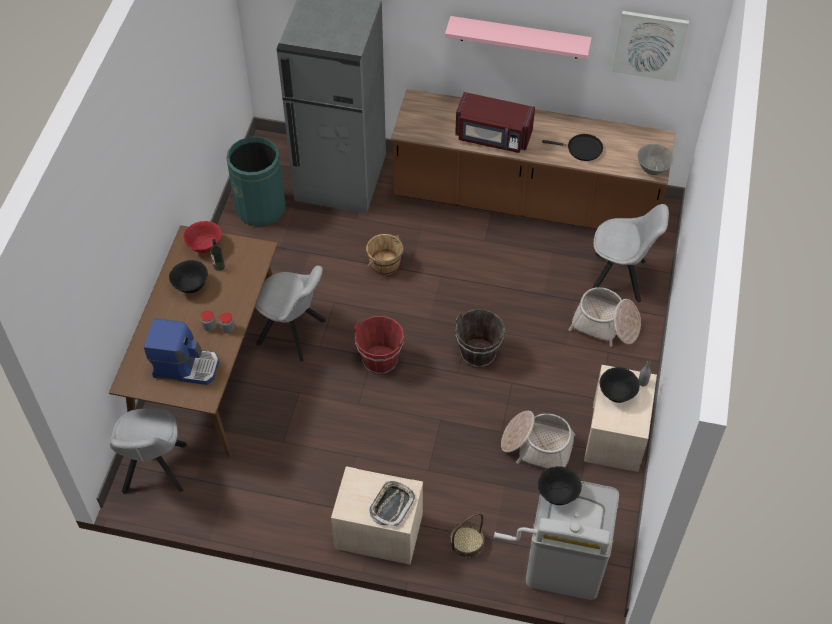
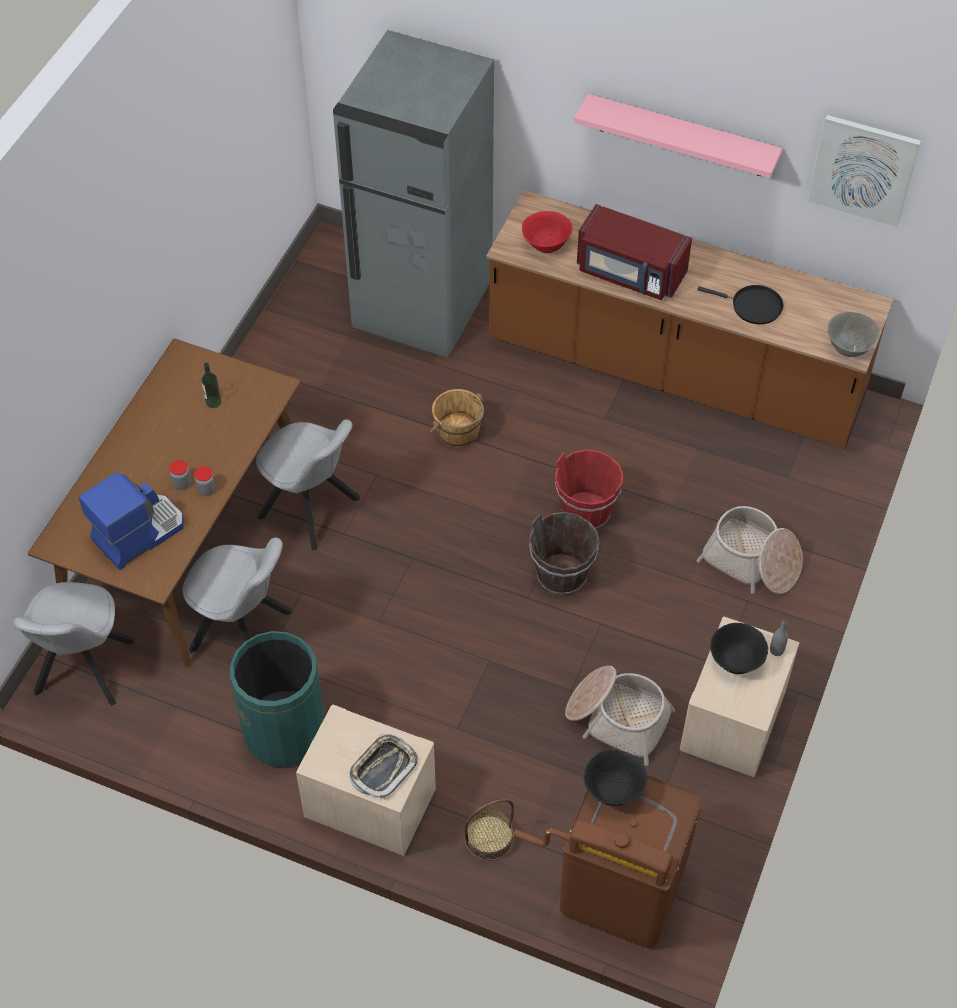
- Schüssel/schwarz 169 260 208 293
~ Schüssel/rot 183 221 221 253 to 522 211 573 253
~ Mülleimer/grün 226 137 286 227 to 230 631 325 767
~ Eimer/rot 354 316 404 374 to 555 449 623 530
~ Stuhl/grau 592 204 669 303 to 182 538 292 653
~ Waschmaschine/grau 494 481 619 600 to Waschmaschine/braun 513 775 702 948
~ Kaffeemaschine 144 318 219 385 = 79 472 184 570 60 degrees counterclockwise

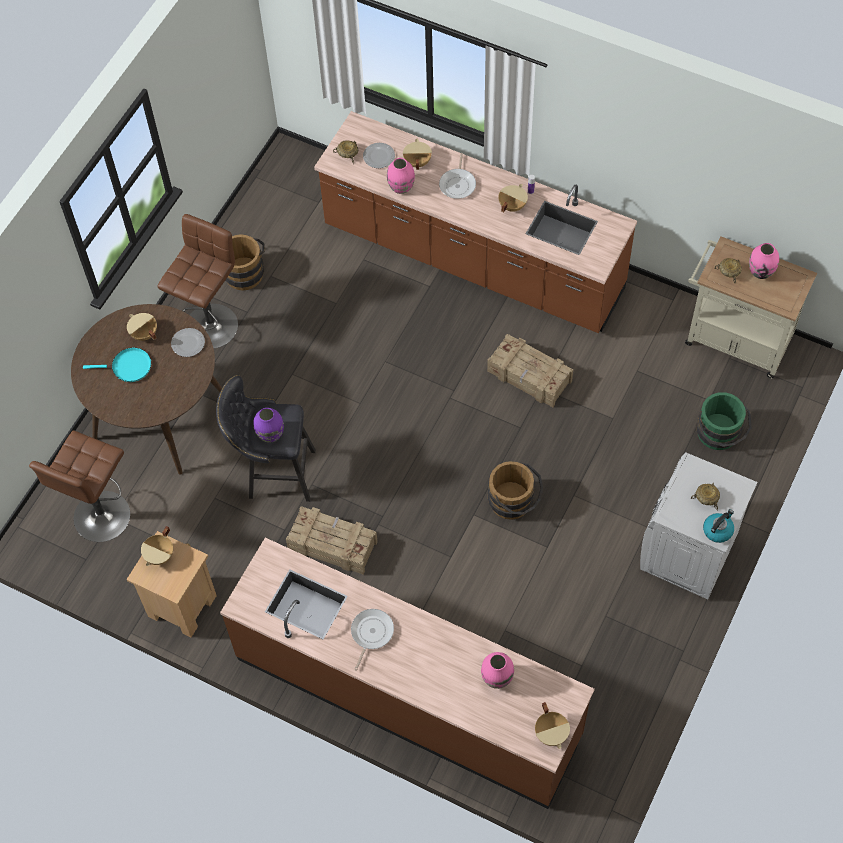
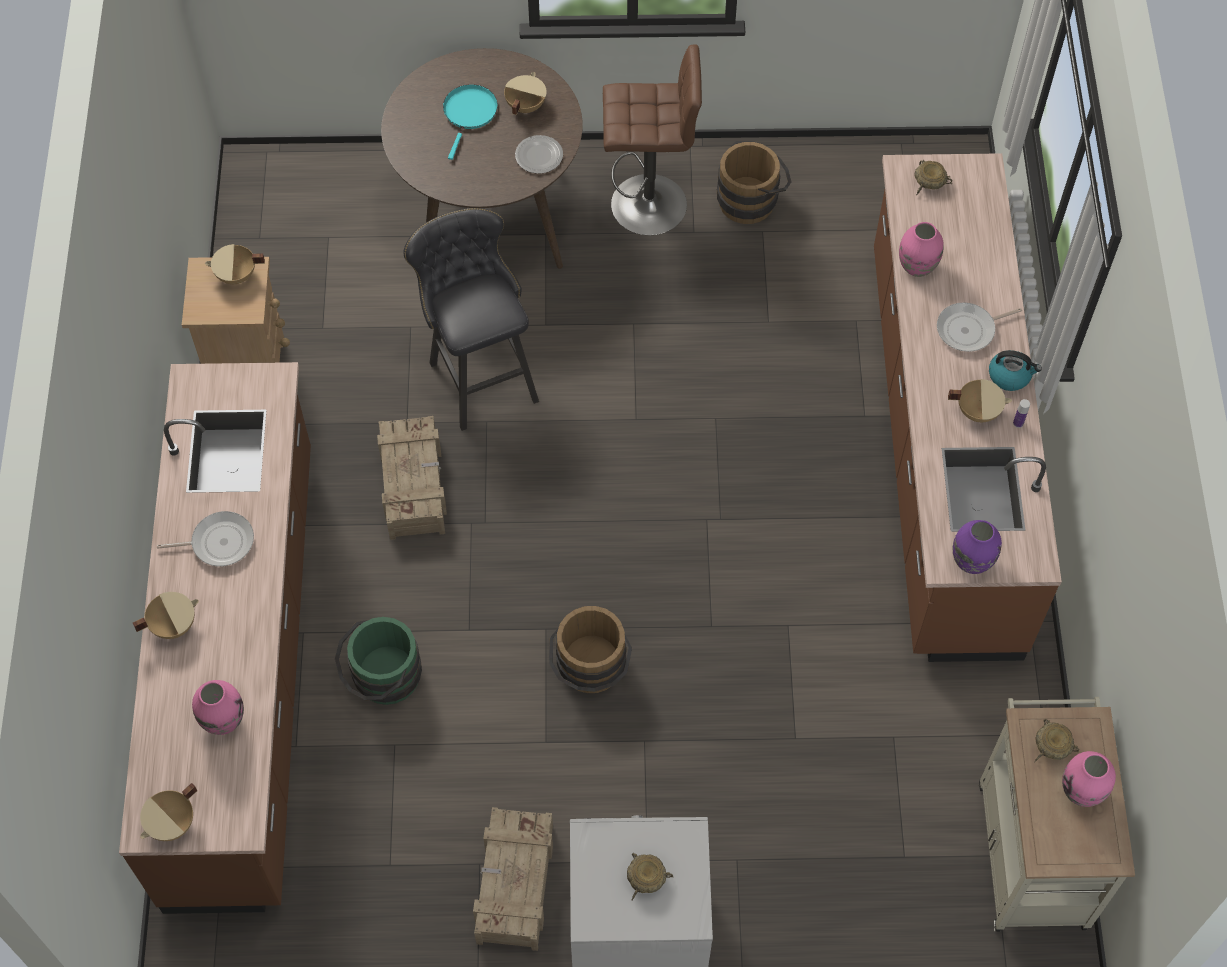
- Hocker/braun 29 430 130 542
- Teller 363 143 395 168
~ Vase/lila 253 408 284 443 to 952 520 1002 574
~ Kochtopf/beige 403 139 432 170 to 133 592 199 639
~ Kiste 487 334 573 408 to 473 807 553 951
~ Eimer/grün 696 392 751 450 to 335 617 422 705
~ Wasserkessel 703 509 734 543 to 989 350 1042 391
~ Pfanne/türkis 83 348 151 382 = 443 84 498 160 135 degrees counterclockwise

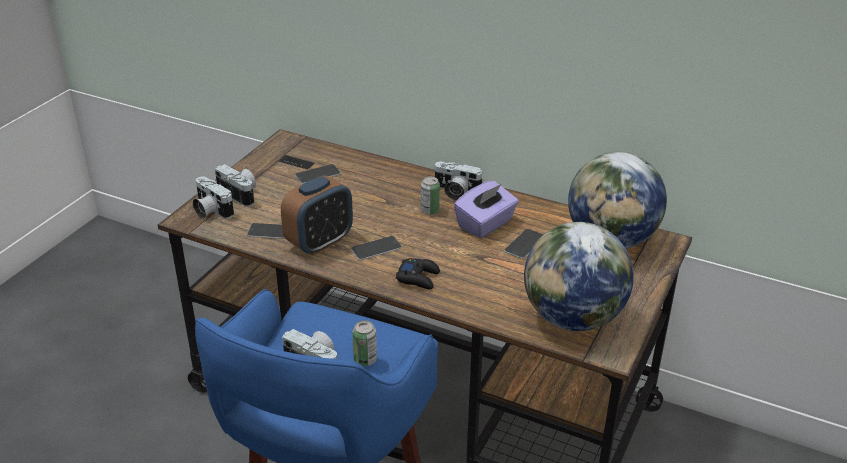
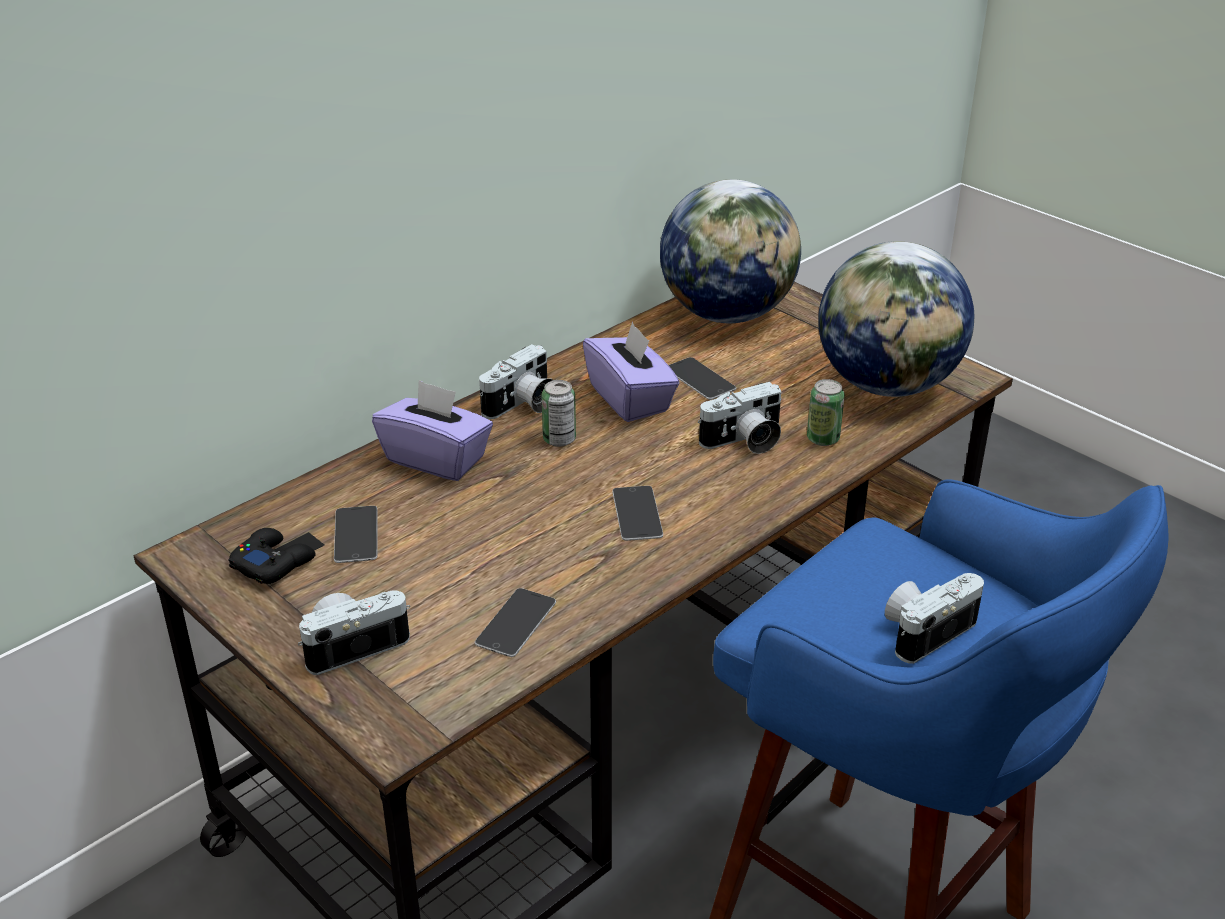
- Wecker 281 175 353 255
+ Taschentuchbox/lila 372 380 493 481
~ Kamera 193 176 234 219 to 698 382 782 454
~ Dose 352 320 377 366 to 807 379 845 446
~ Gamepad/schwarz 396 258 440 289 to 228 528 316 584

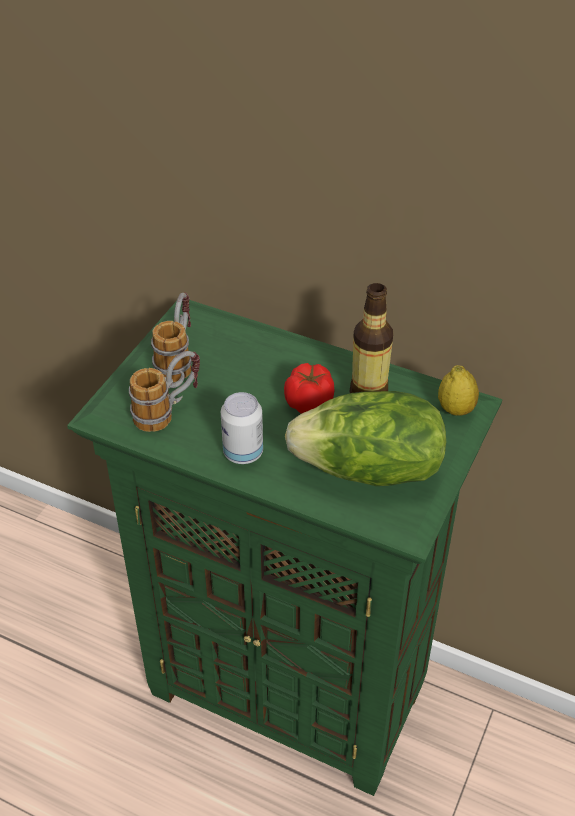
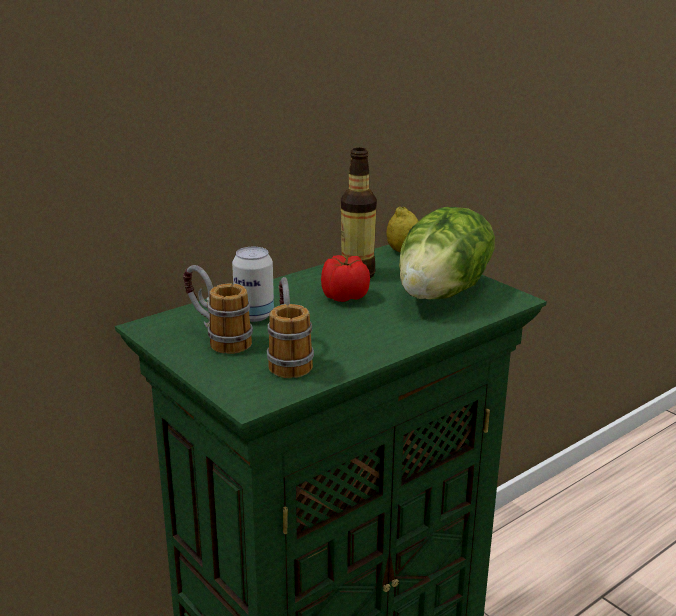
~ Dose 221 392 263 464 to 232 247 274 322

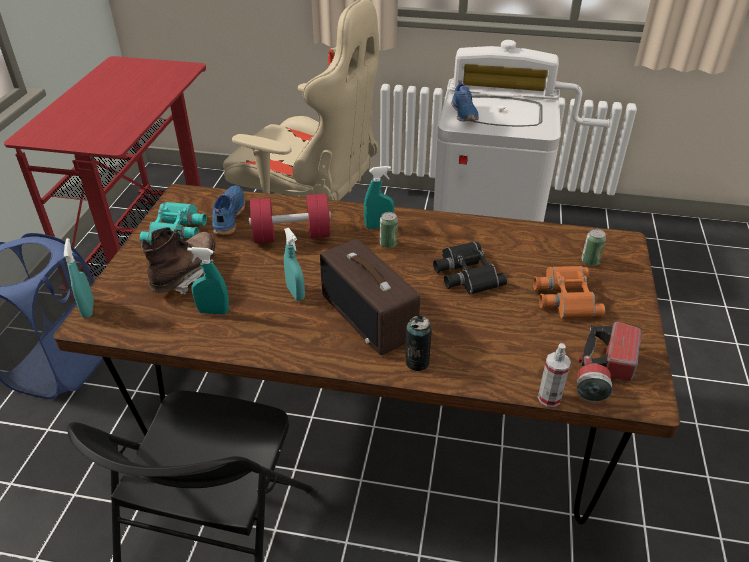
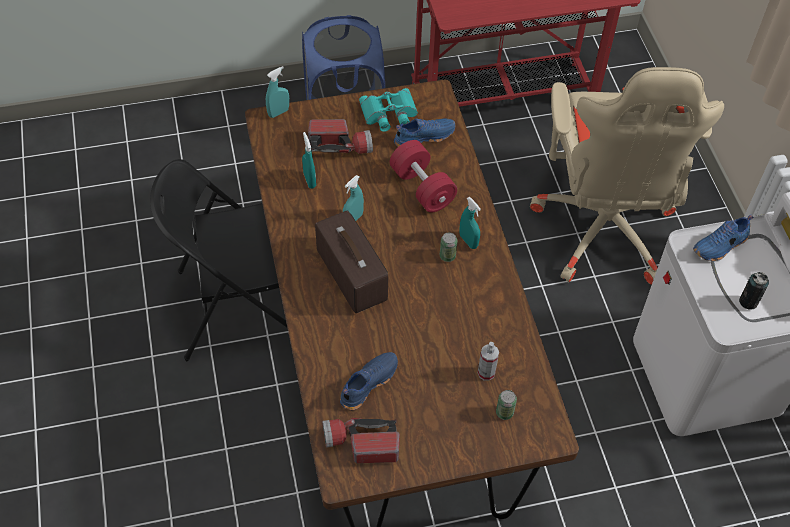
- Fernglas/schwarz 433 242 507 295
- Fernglas/orange 533 266 605 319
+ Schuh/blau 340 352 398 410
~ Dose 405 316 432 371 to 739 272 769 310
~ Sprühflasche 538 343 571 407 to 478 342 499 381
~ Stiefel/braun 141 227 215 295 to Taschenlampe 308 119 373 154
~ Radio 320 239 420 355 = 315 211 388 313 120 degrees clockwise

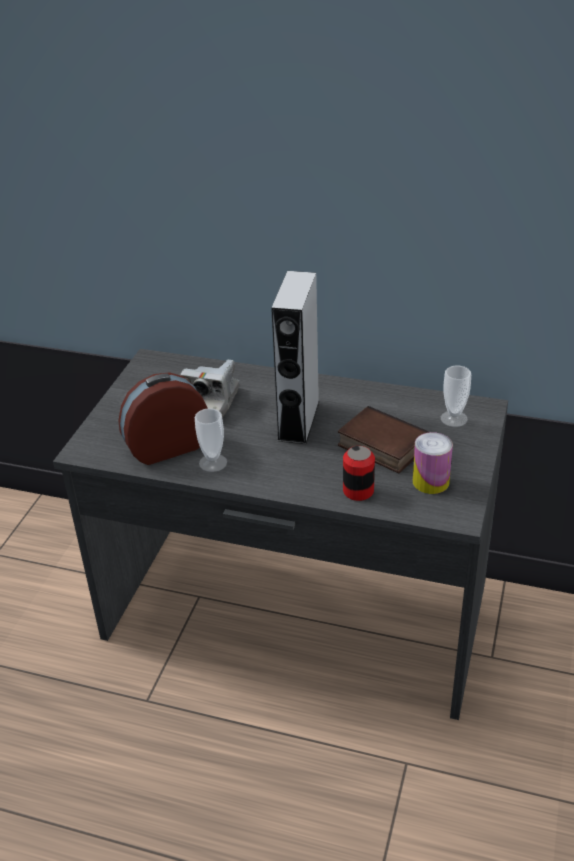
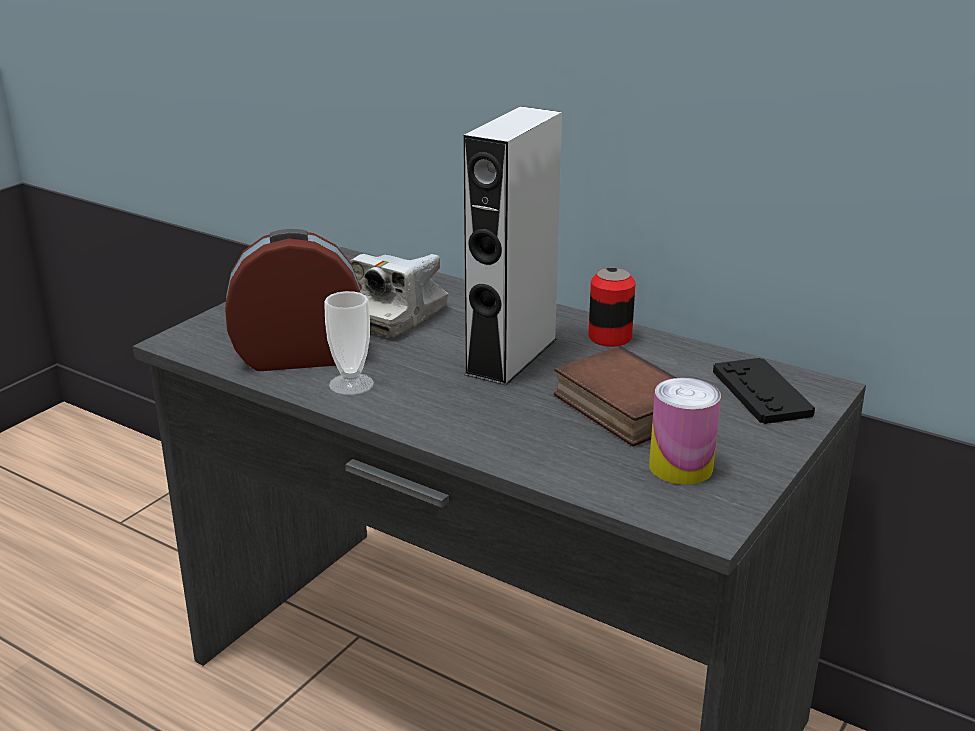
~ Dose 343 446 375 501 to 588 268 636 347
~ Tasse 441 366 471 427 to Gamepad/schwarz 713 358 815 424

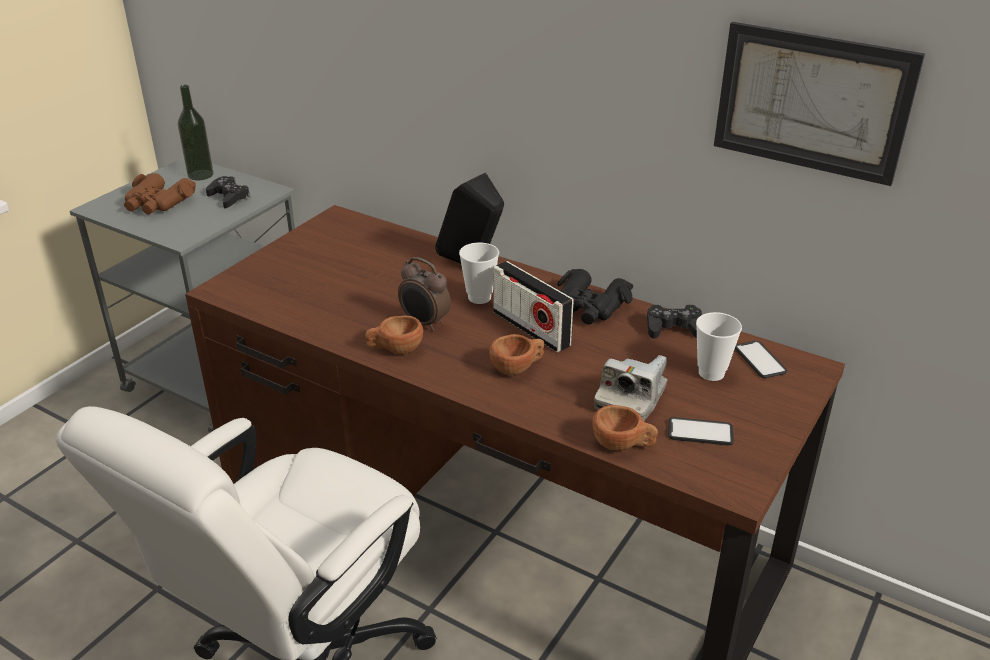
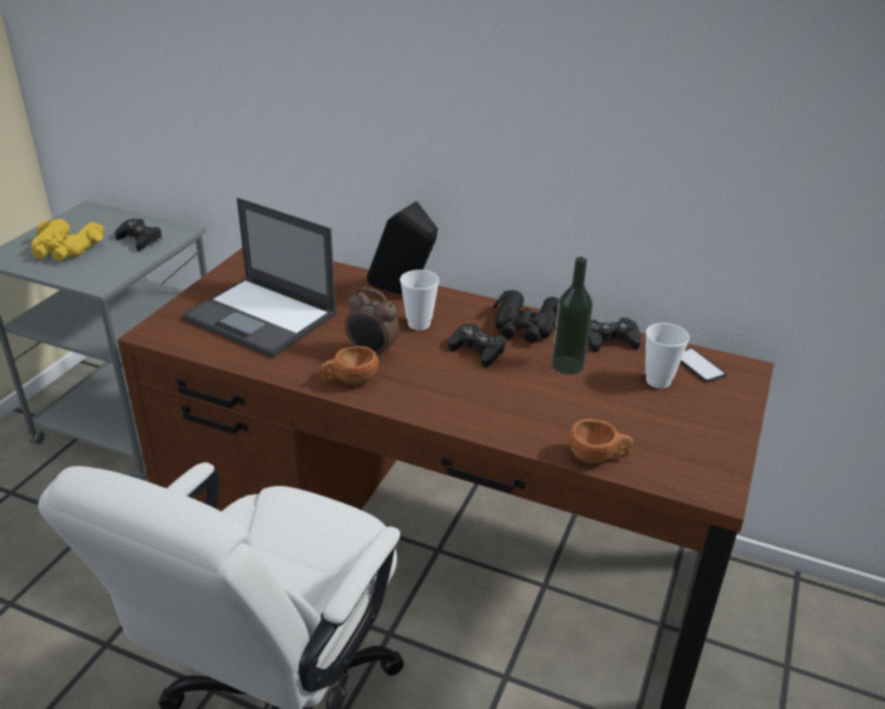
- Tasse/braun 489 334 544 375
- Kamera 594 355 667 421
- Handy 668 417 734 445
- Bild 714 22 925 186
+ Laptop 182 198 337 358
~ Flasche 178 85 213 180 to 552 257 593 374
~ Radio 493 261 574 352 to Gamepad/schwarz 448 324 506 367
~ Fernglas/braun 124 173 196 215 to Fernglas/gelb 31 219 104 261

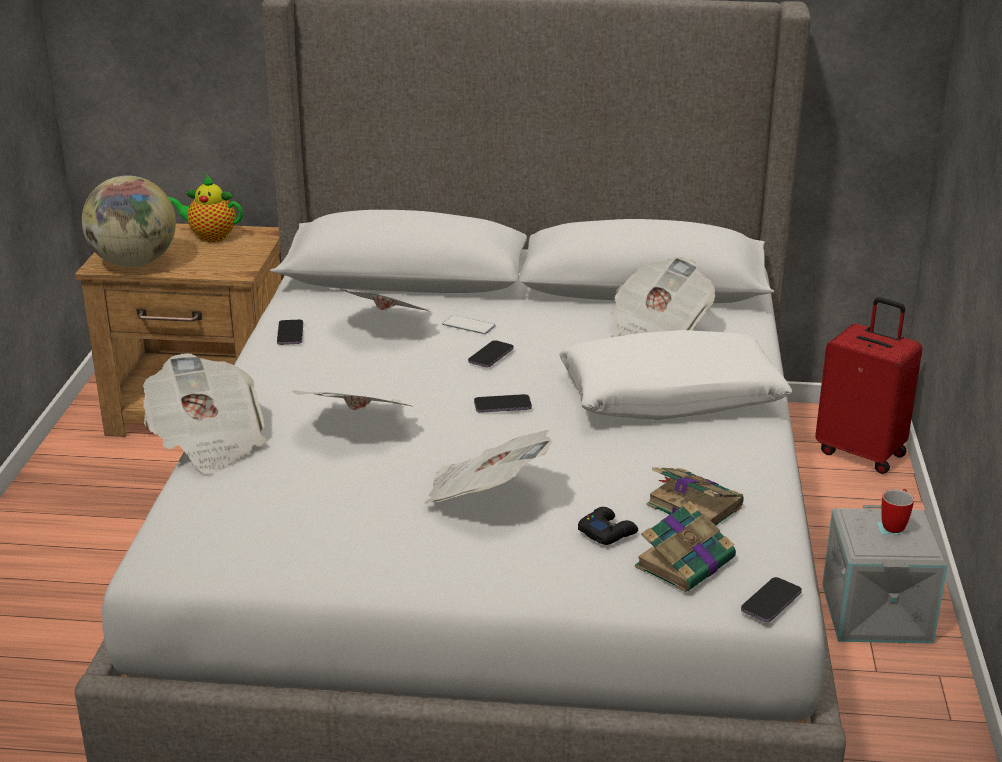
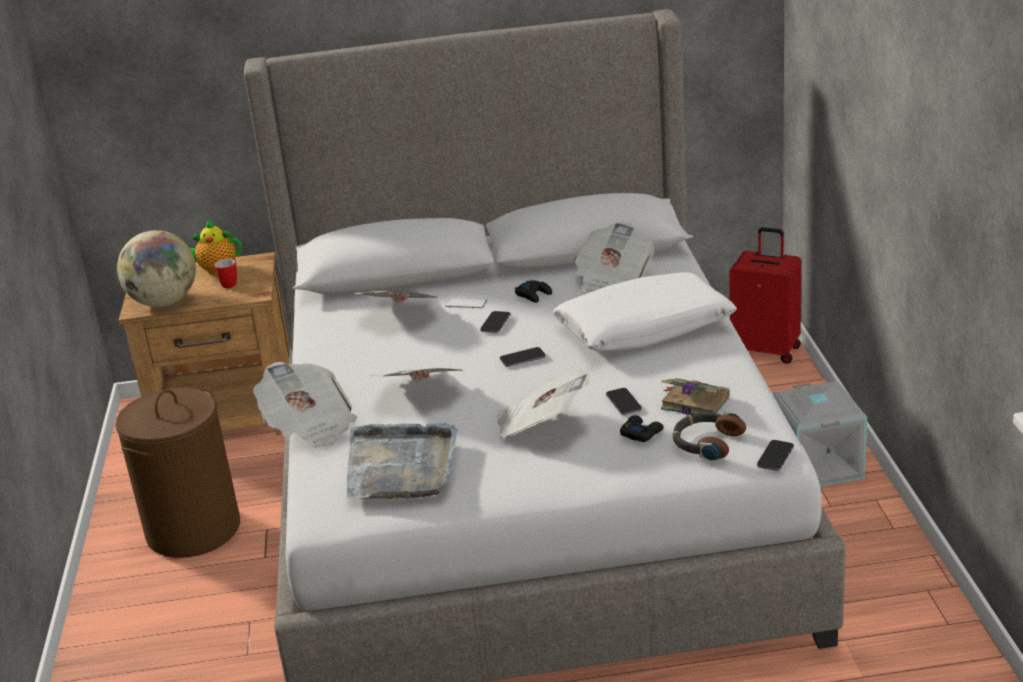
+ Wäschekorb/braun 115 388 240 558
+ Tablett/grau 347 423 458 499
+ Gamepad/schwarz 515 280 552 303
~ Handy 277 320 303 345 to 606 388 642 415
~ Henkelbecher 881 489 914 533 to 214 258 237 288
~ Buch 635 501 736 593 to Kopfhörer 673 412 746 461

